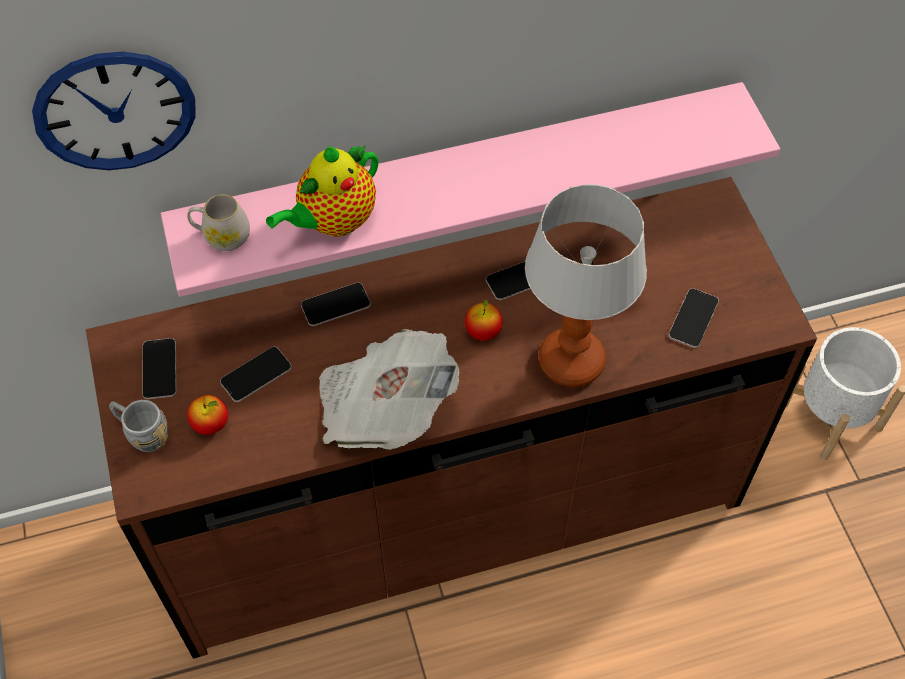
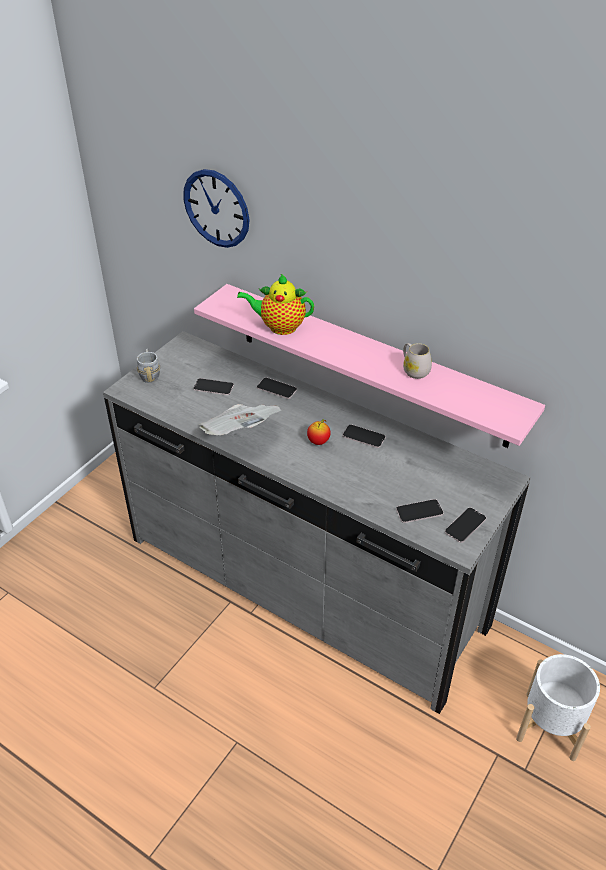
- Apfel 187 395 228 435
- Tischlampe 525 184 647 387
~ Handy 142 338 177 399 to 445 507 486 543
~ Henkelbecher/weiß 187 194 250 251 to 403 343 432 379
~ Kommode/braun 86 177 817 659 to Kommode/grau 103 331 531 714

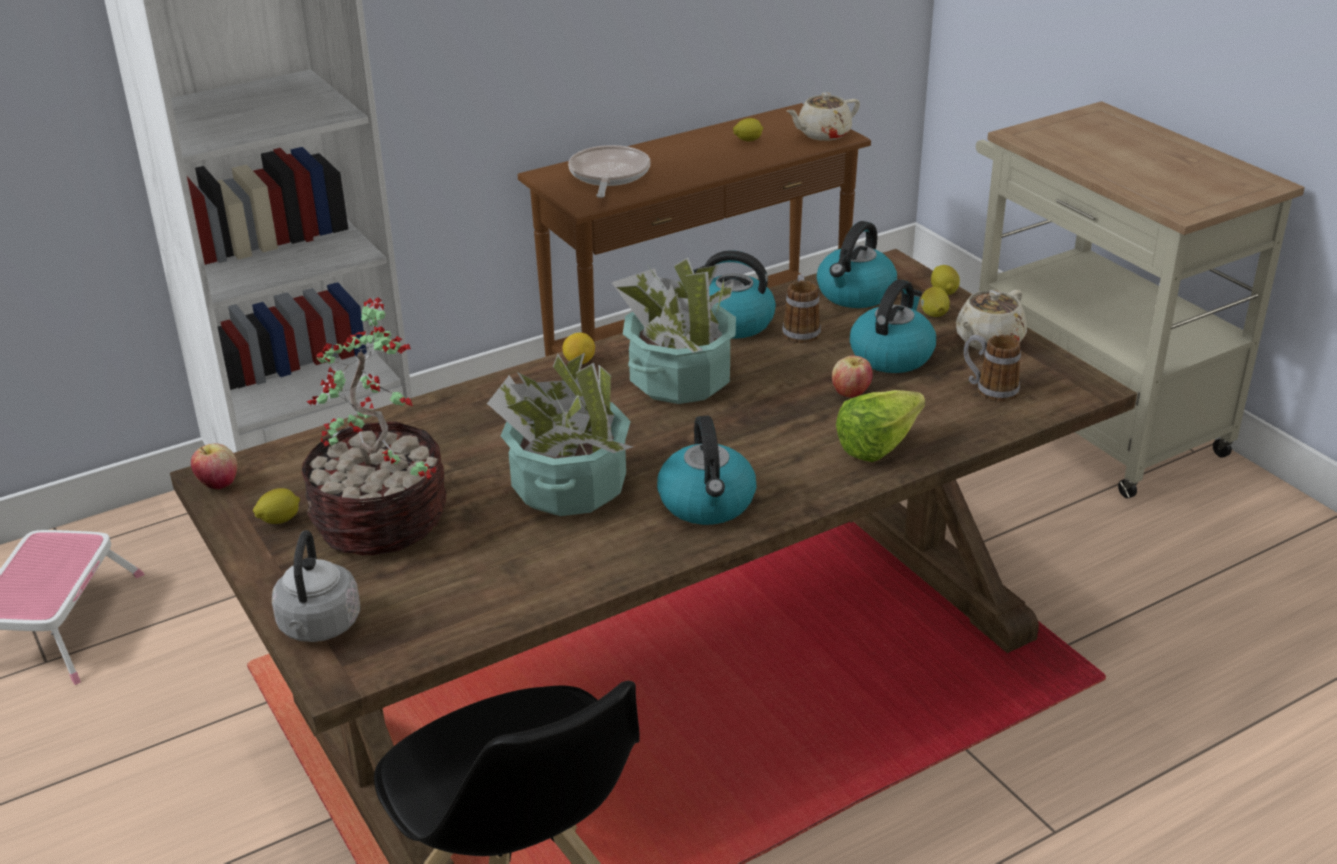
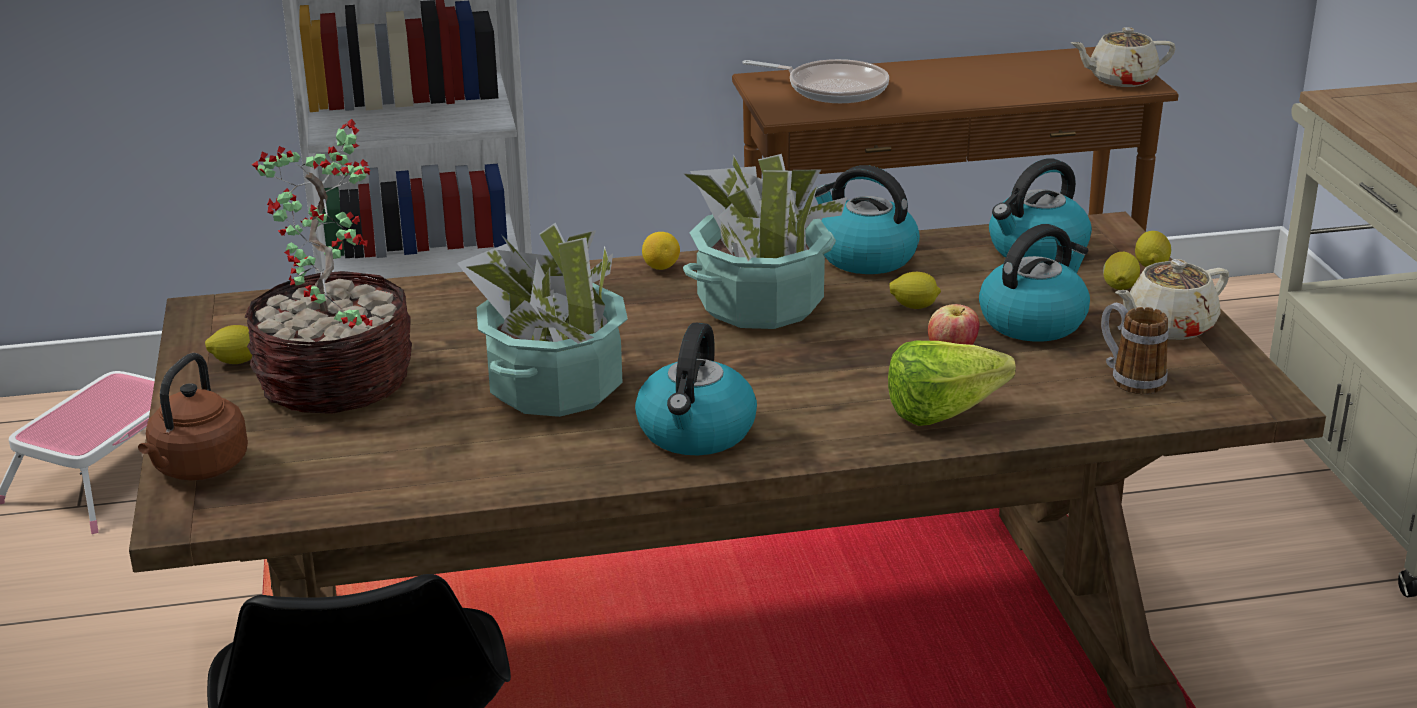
- Apfel 191 443 237 490
- Henkelbecher 782 274 821 343
~ Zitrone 733 118 764 141 to 889 272 941 309
~ Wasserkessel/grau 272 530 360 642 to Wasserkessel/braun 138 353 248 480
~ Pfanne 568 145 650 198 = 742 59 889 103 90 degrees clockwise

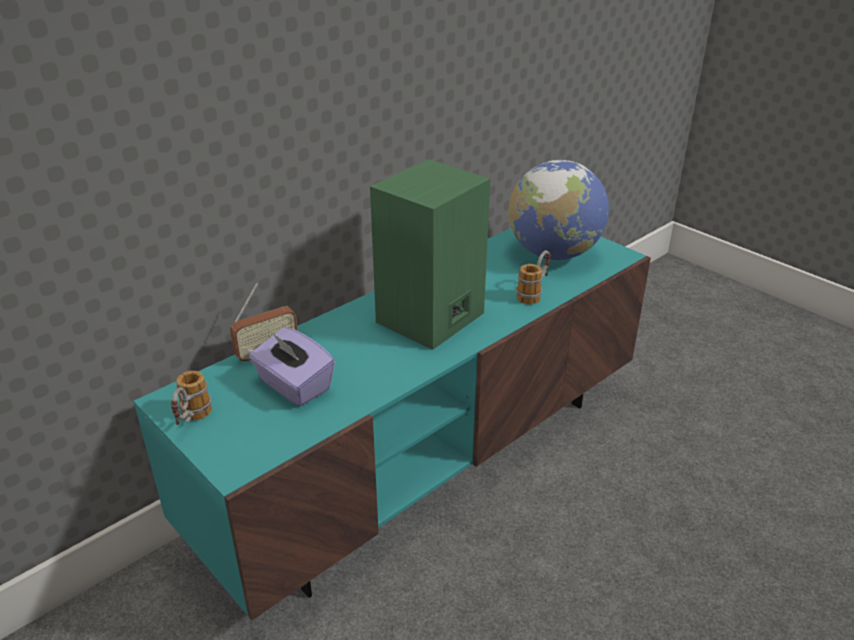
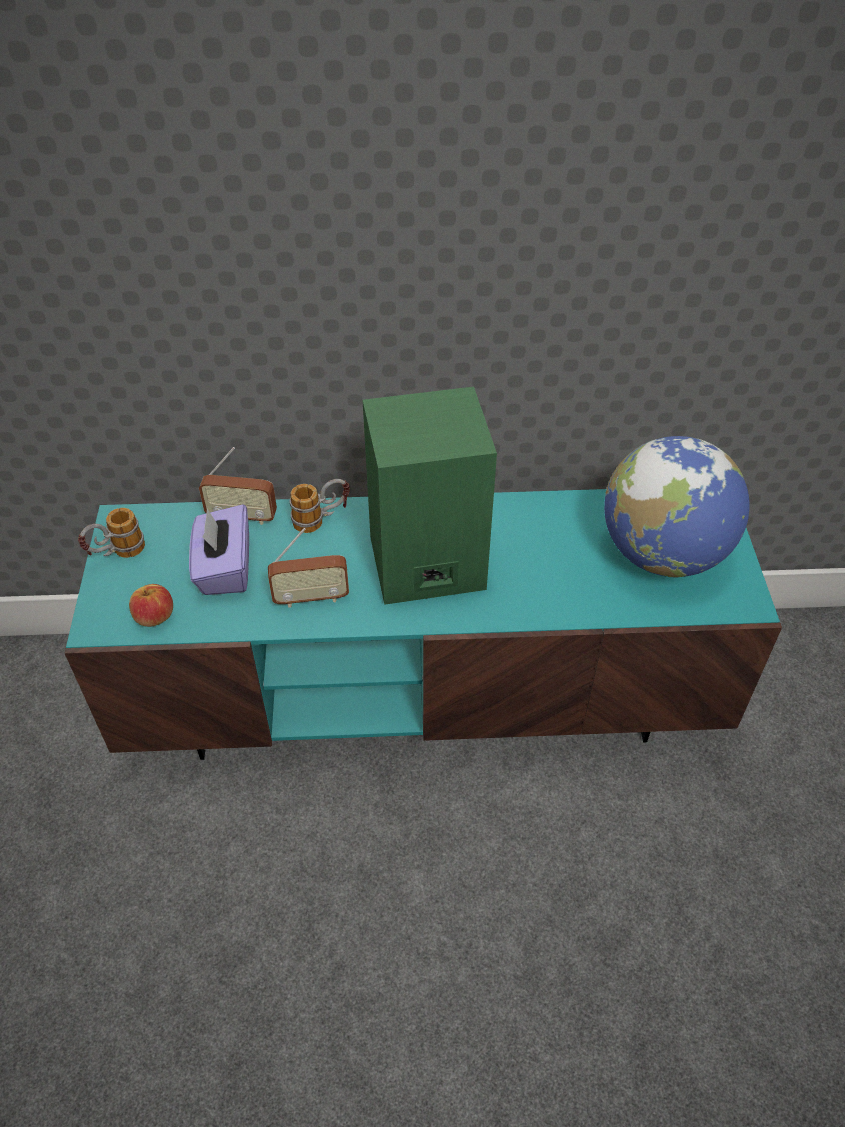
+ Apfel 129 584 173 627
+ Radio 268 528 349 608
~ Henkelbecher 516 250 551 305 to 290 479 350 533

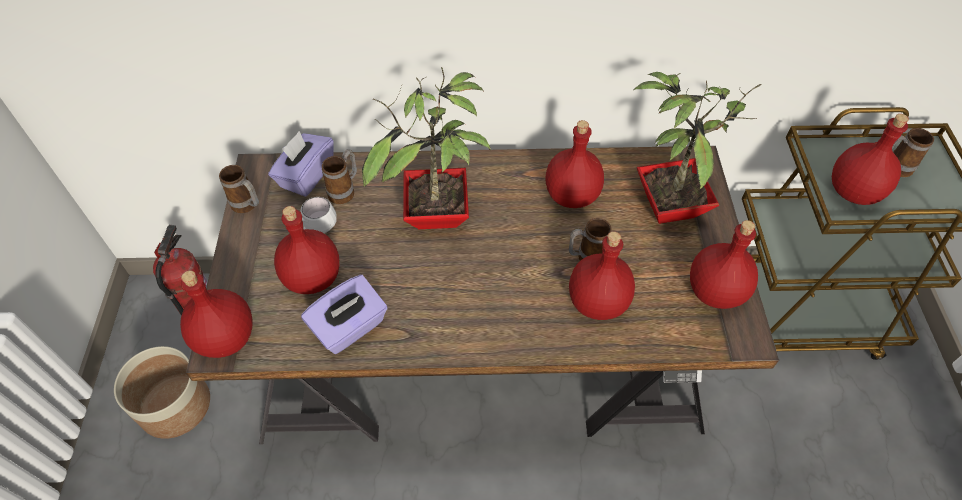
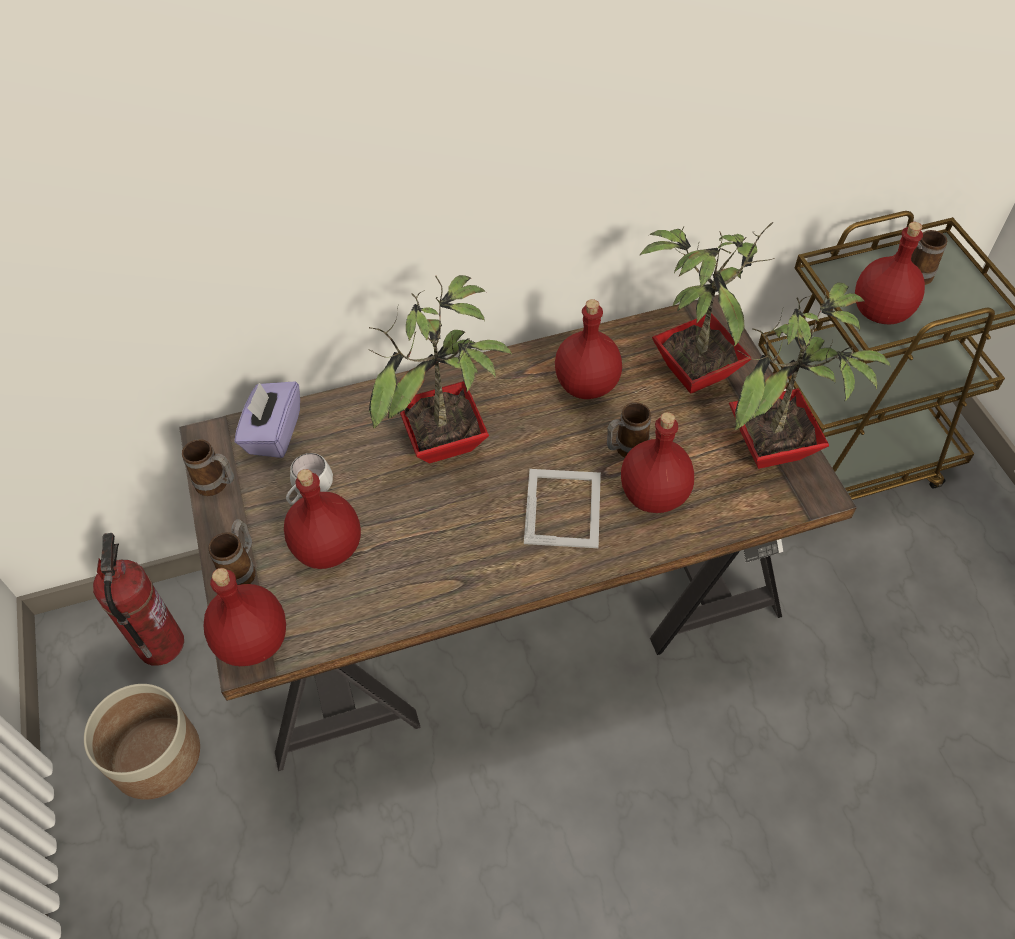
- Taschentuchbox/lila 301 275 388 354
+ Bilderrahmen 524 469 601 548
~ Henkelbecher 322 149 357 204 to 209 519 256 585
~ Flasche/rot 690 220 758 309 to Topfpflanze 729 281 891 469

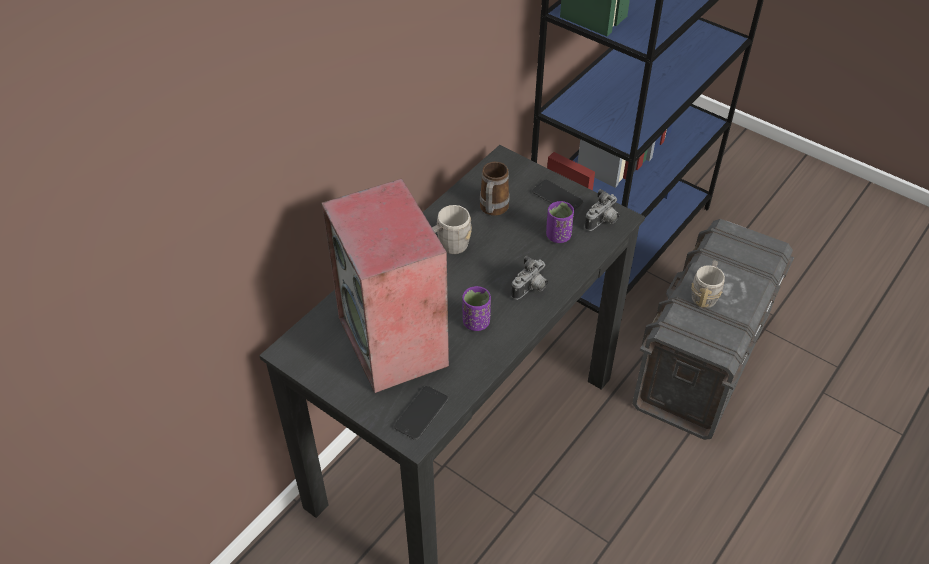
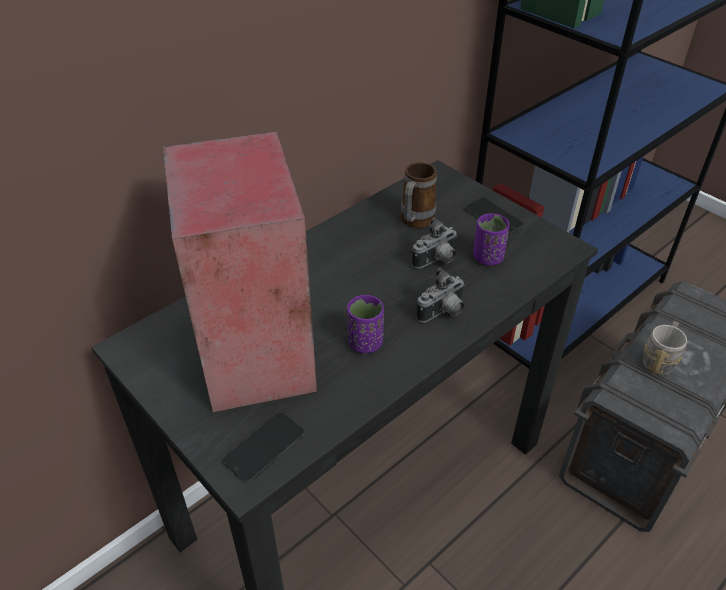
- Henkelbecher/grau 432 205 472 254
~ Kamera 584 189 619 231 to 412 218 458 269

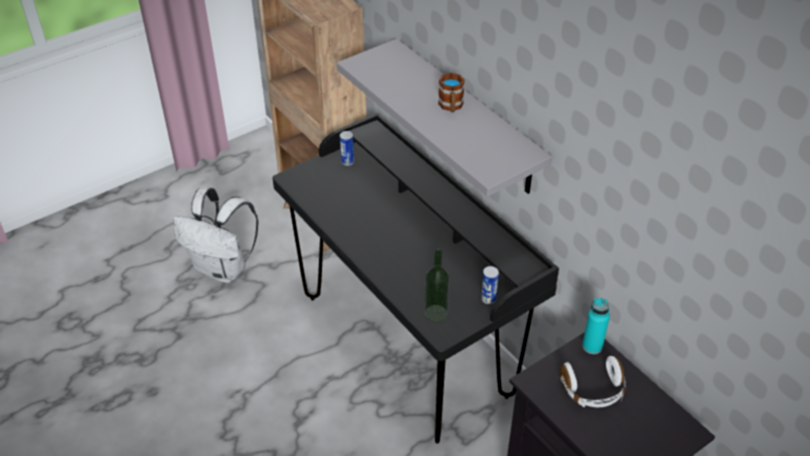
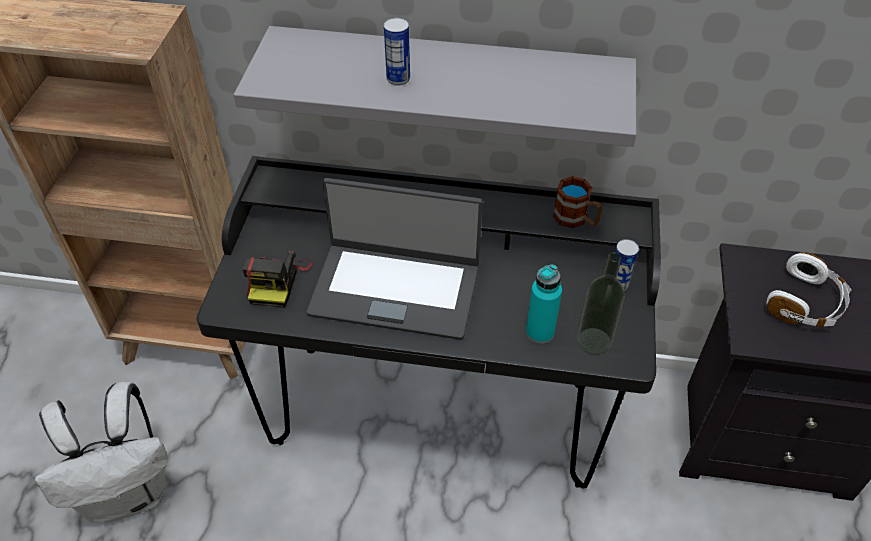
+ Kamera 243 251 312 308
+ Laptop 306 178 483 340
~ Dose 340 131 354 166 to 384 18 410 86
~ Henkelbecher 438 73 465 112 to 553 176 602 228
~ Flasche/türkis 582 298 610 354 to 526 264 562 344

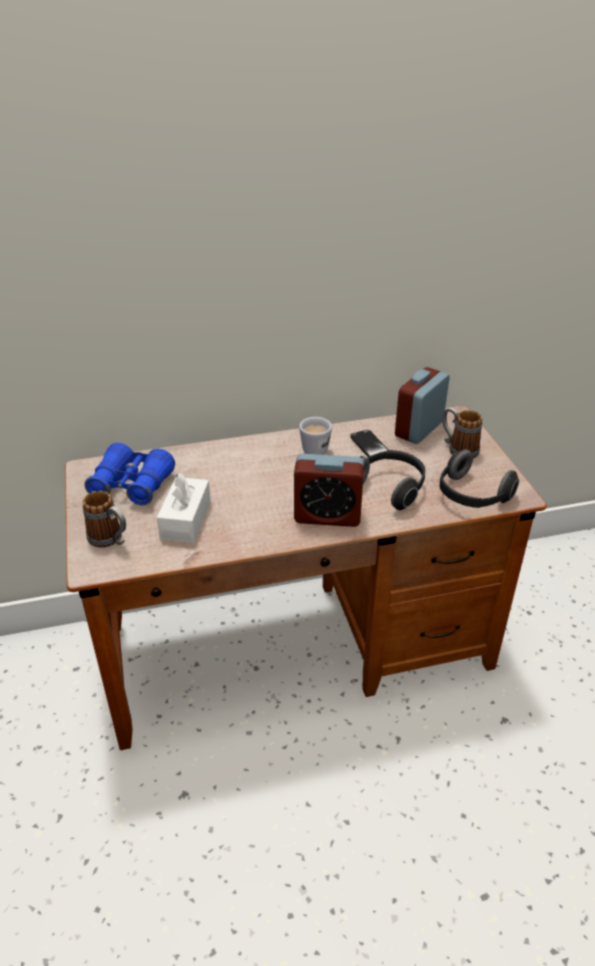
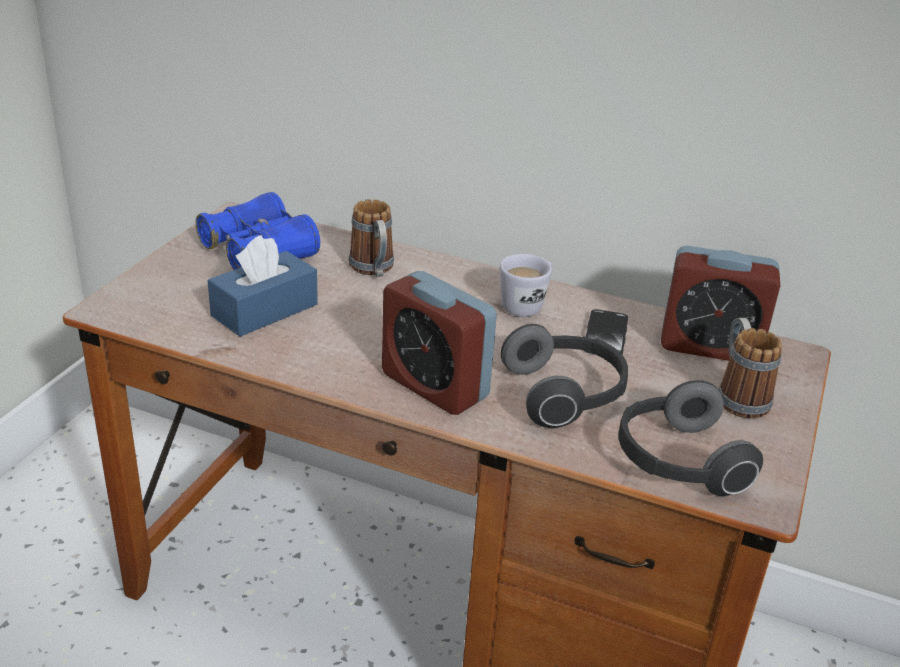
~ Henkelbecher 83 491 126 547 to 349 199 394 277
~ Taschentuchbox/weiß 157 473 211 543 to Taschentuchbox/blau 208 235 318 337
~ Wecker 395 367 450 444 = 661 246 780 361 150 degrees counterclockwise

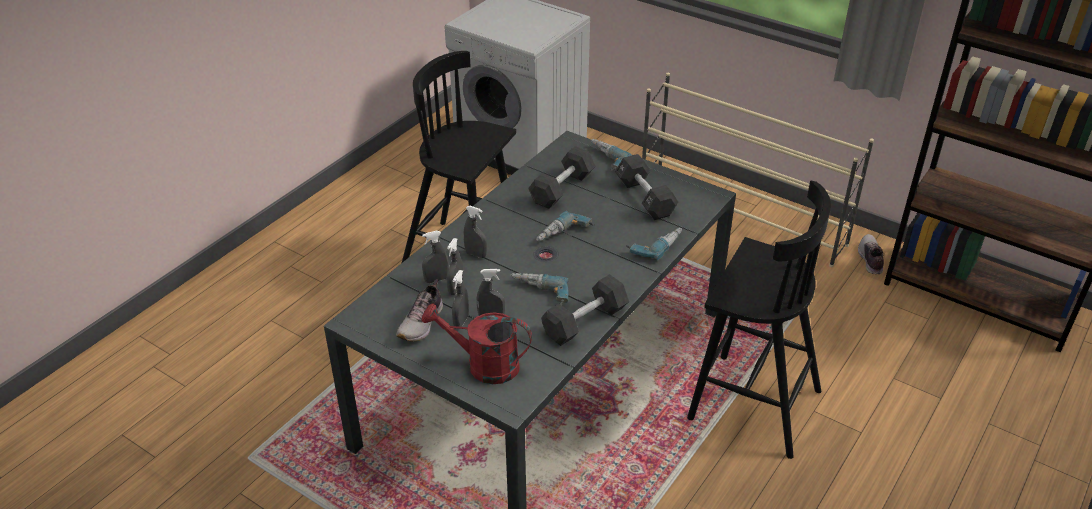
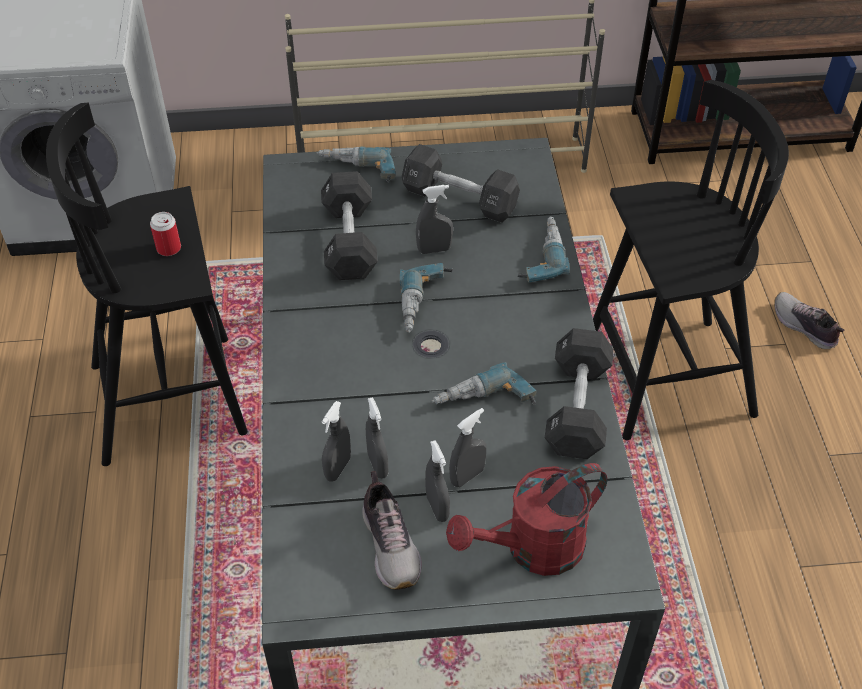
+ Dose 150 212 181 256
~ Sprühflasche/grau 463 206 487 258 to 416 185 453 254
~ Schuh 858 234 884 274 to 774 292 845 349

